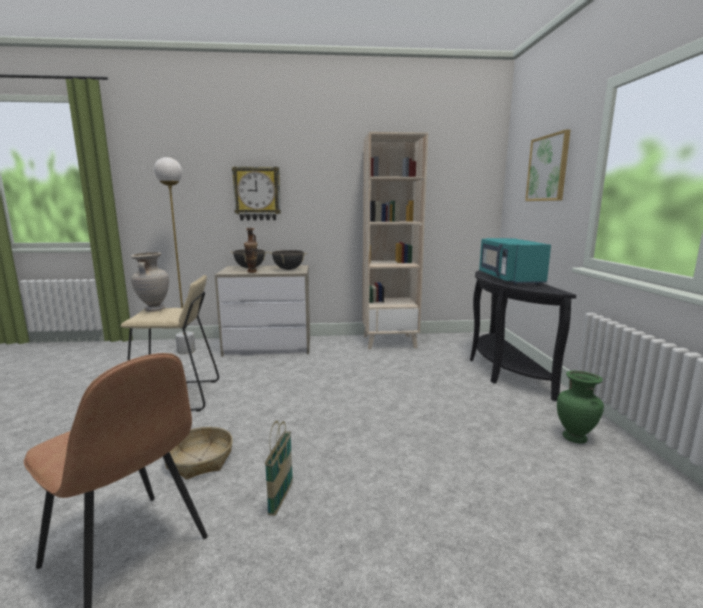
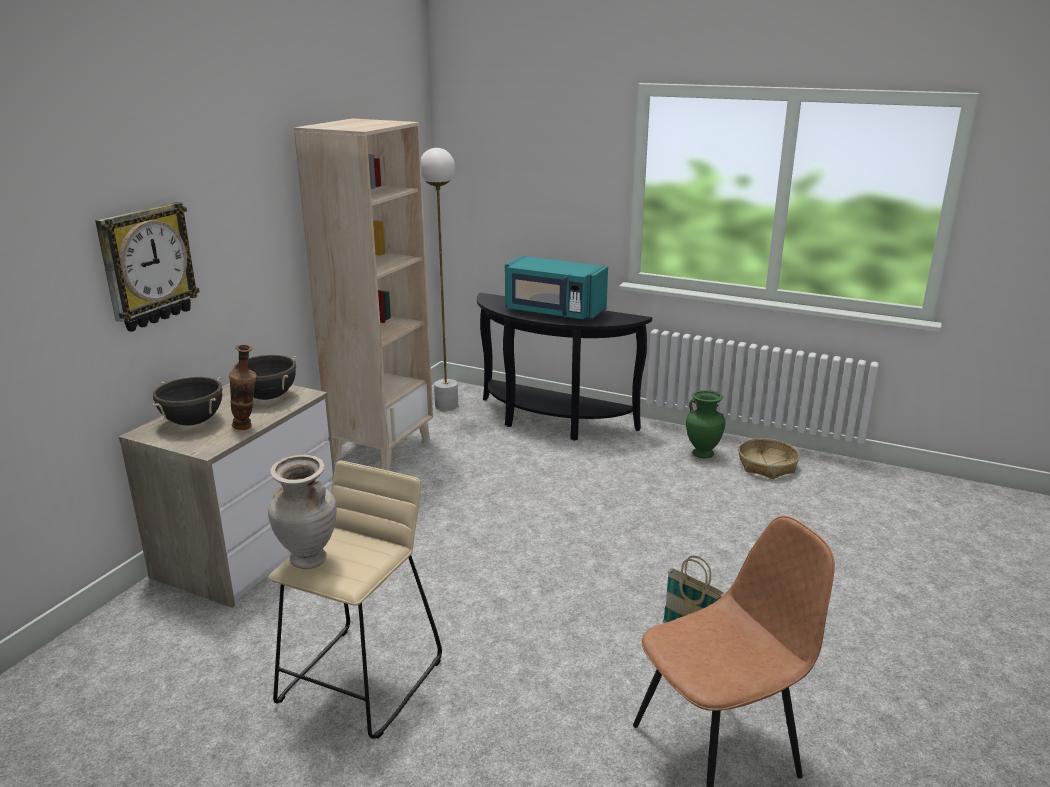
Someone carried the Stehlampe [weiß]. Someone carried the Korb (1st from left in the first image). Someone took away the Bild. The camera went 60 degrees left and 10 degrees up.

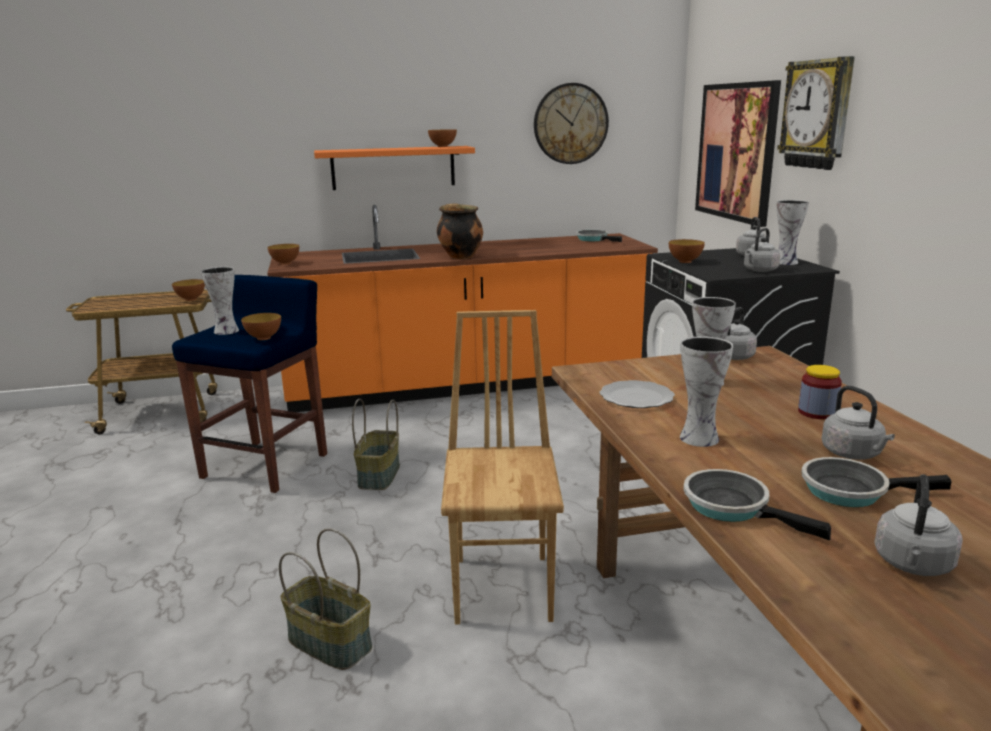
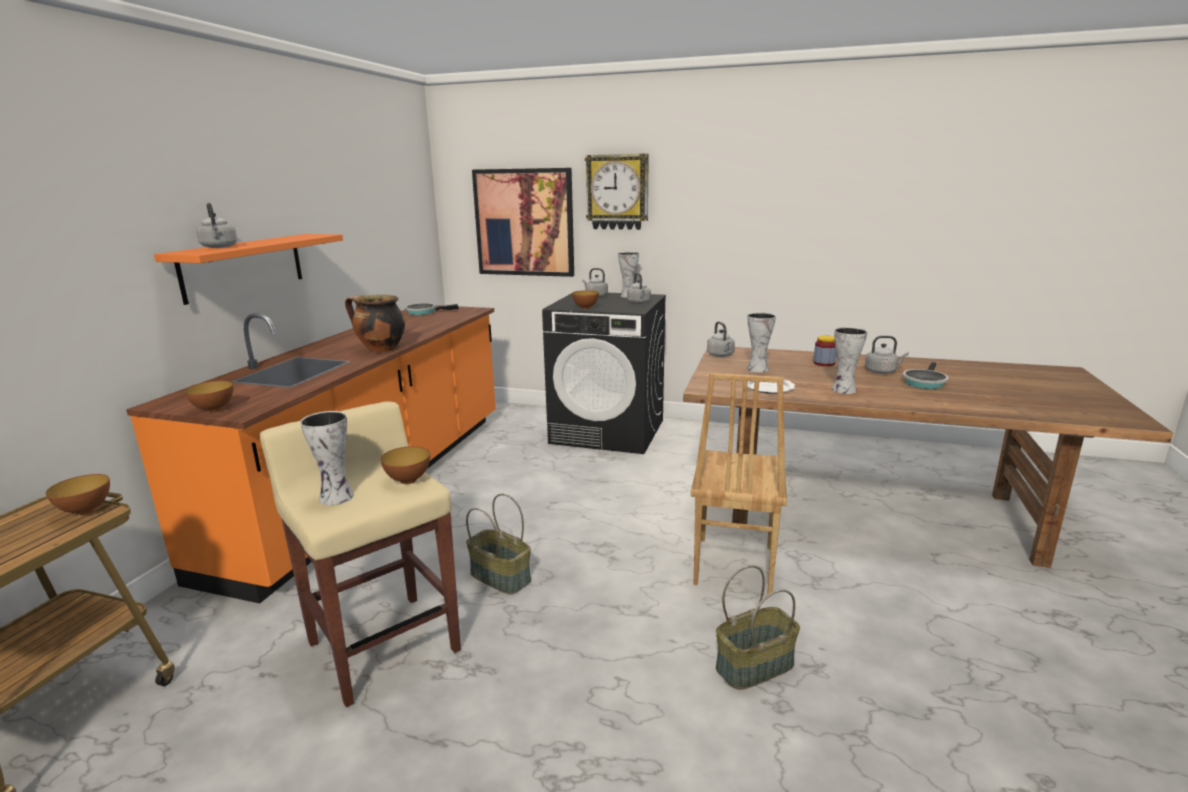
Someone repainted the Hocker [blau], which became the Hocker [beige]. Someone took away the Schüssel (4th from left). Someone rotated the Stuhl [braun] by 105 degrees counterclockwise. Someone took away the Wanduhr (1st from left). Someone took away the Pfanne (2nd from left). Someone carried the Wasserkessel [grau] (5th from left in the first image). The camera went 60 degrees left and 0 degrees up.

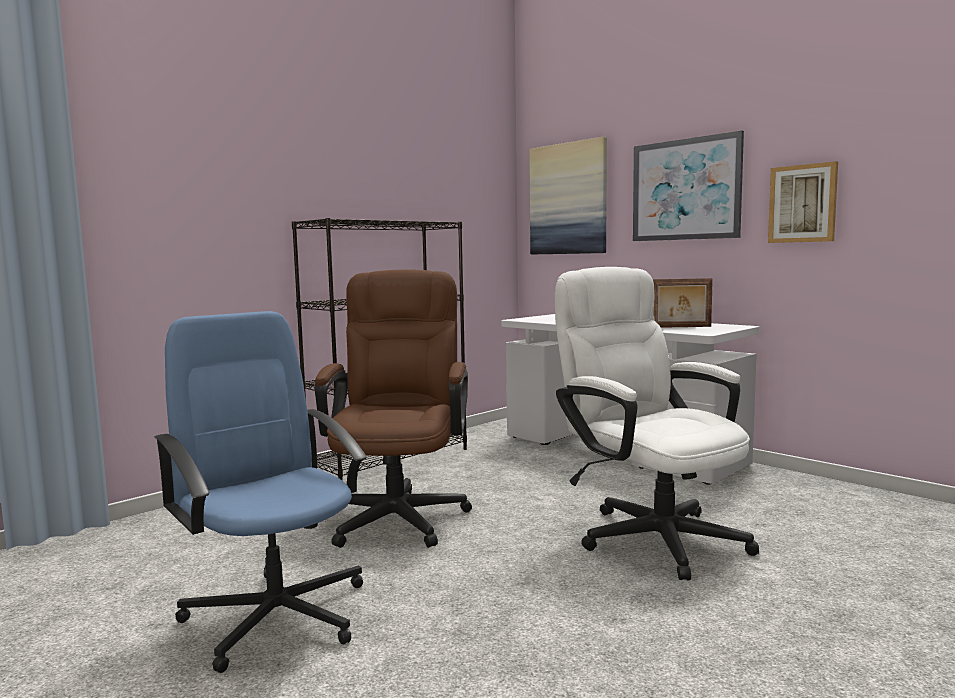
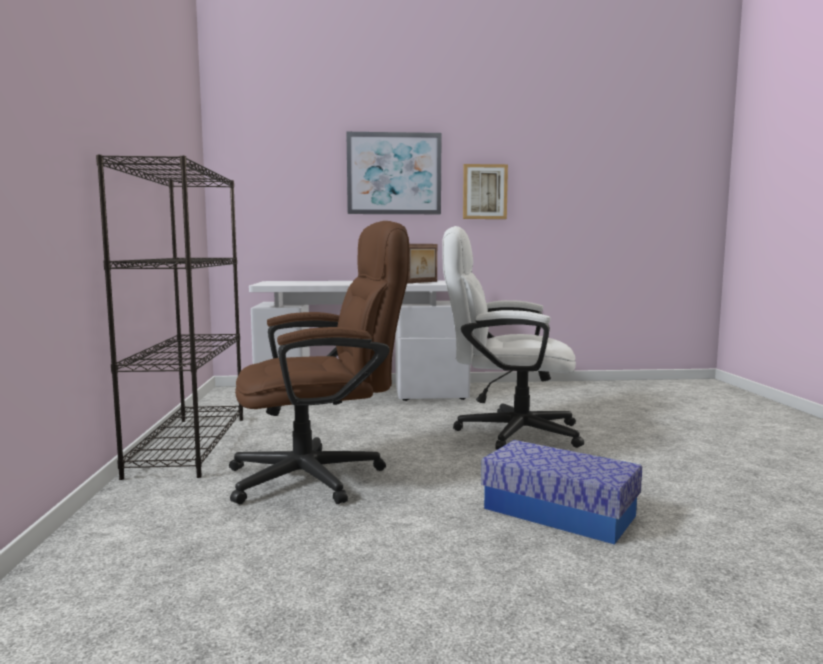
Someone took away the Bürostuhl [blau]. Someone rotated the Bürostuhl [braun] by 120 degrees clockwise. Someone took away the Bild (1st from left). Someone put down the Aufbewahrungsbox. The camera went 50 degrees left and 0 degrees up.

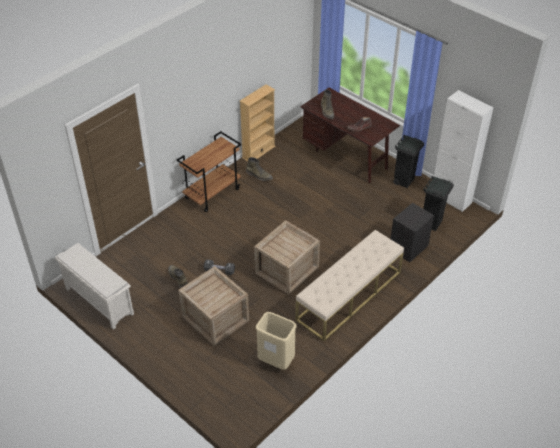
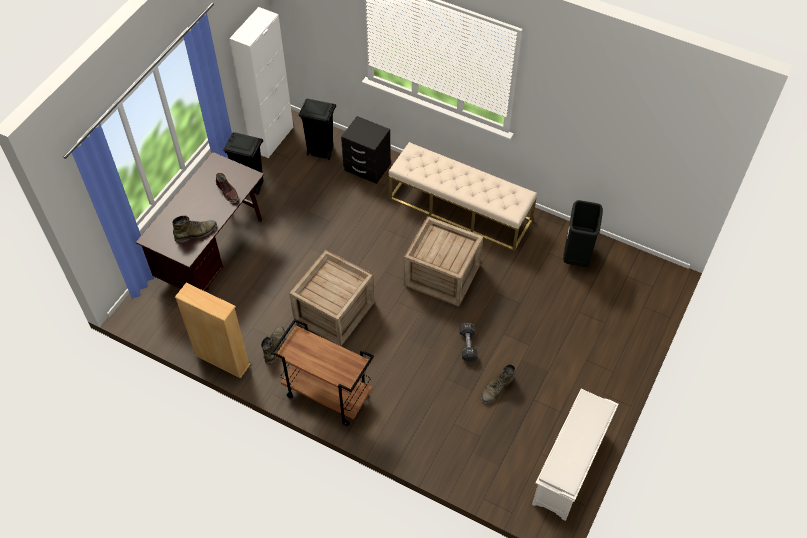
Someone carried the Kiste (1st from left). Someone repainted the Mülleimer [beige], which became the Mülleimer [schwarz] (3rd from left). The camera went 105 degrees left and 10 degrees up.

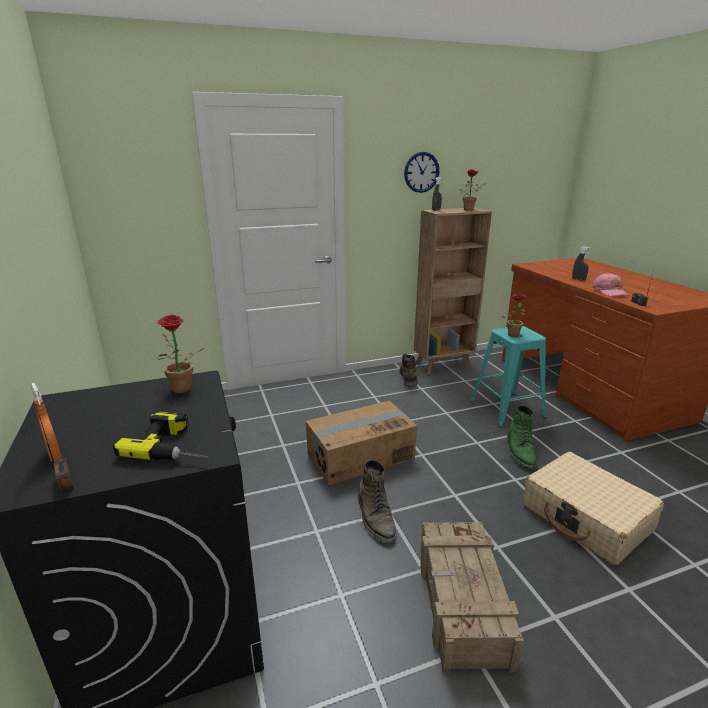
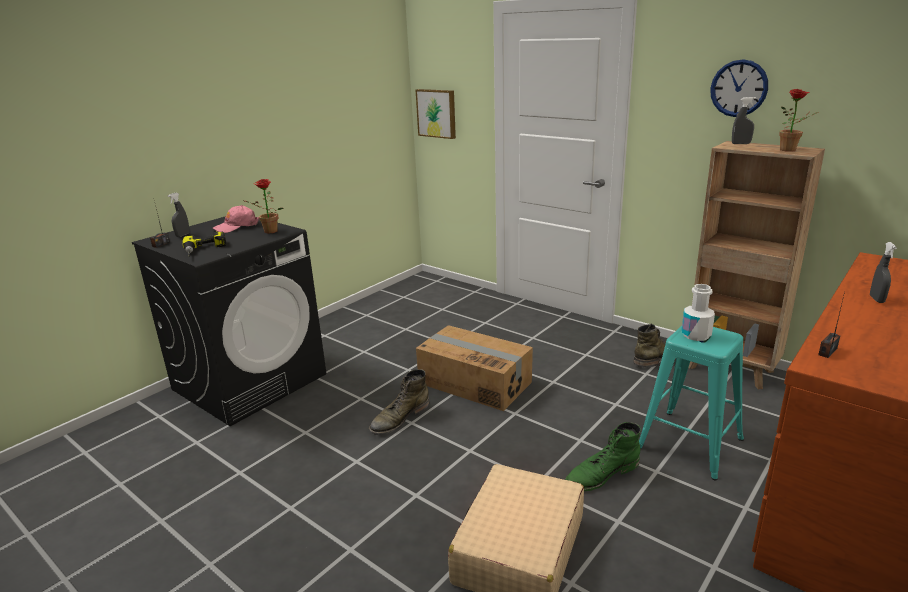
Someone repainted the Sprühflasche [orange], which became the Sprühflasche [grau] (1st from left). Someone took away the Kiste. Someone swapped the Topfpflanze (3rd from left) for the Flasche [weiß]. Someone carried the Kappe [rosa]. Someone put up the Bild. The camera went 60 degrees right and 0 degrees up.

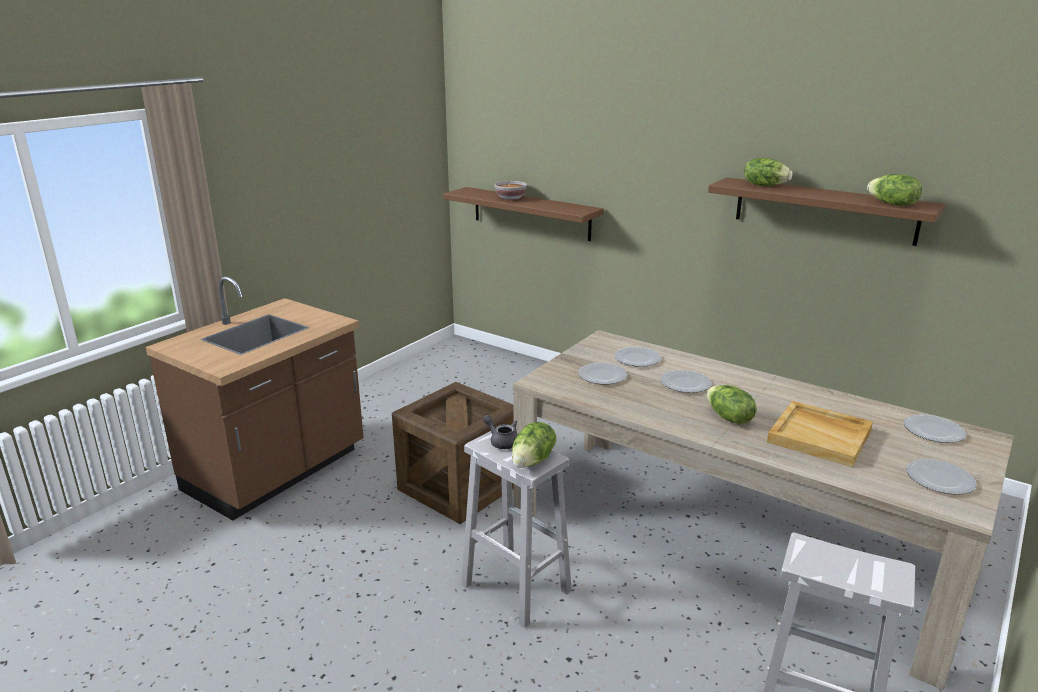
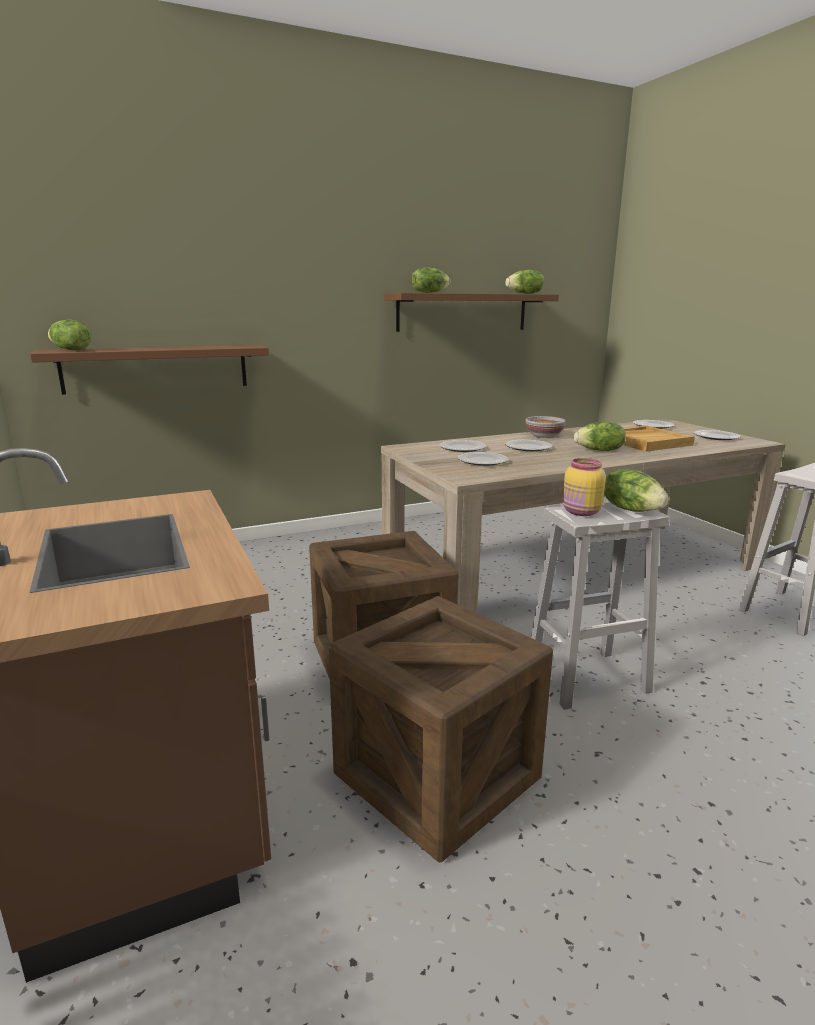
Someone swapped the Teekanne [grau] for the Vorratsglas [gelb]. Someone carried the Schüssel. Someone put down the Salatkopf (1st from left). Someone put down the Kiste (2nd from left). The camera went 60 degrees left and 5 degrees down.

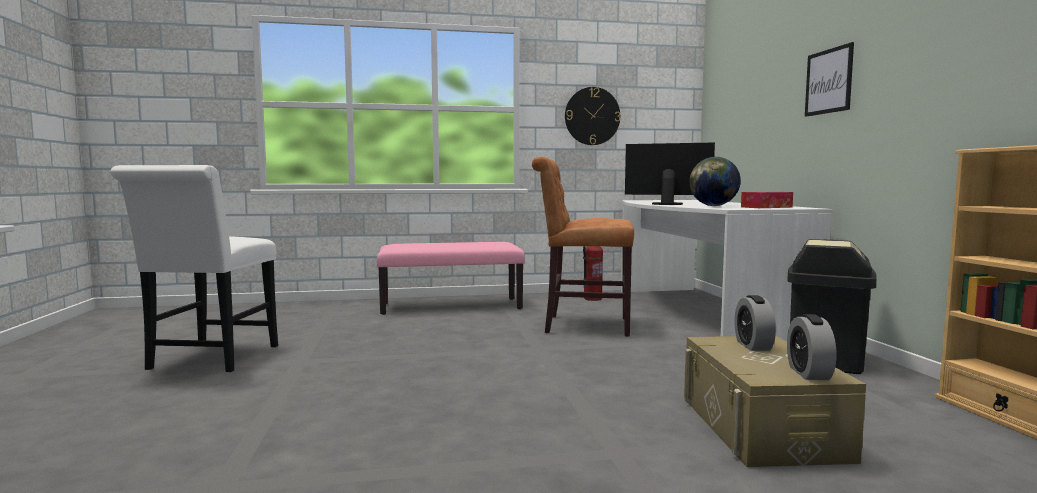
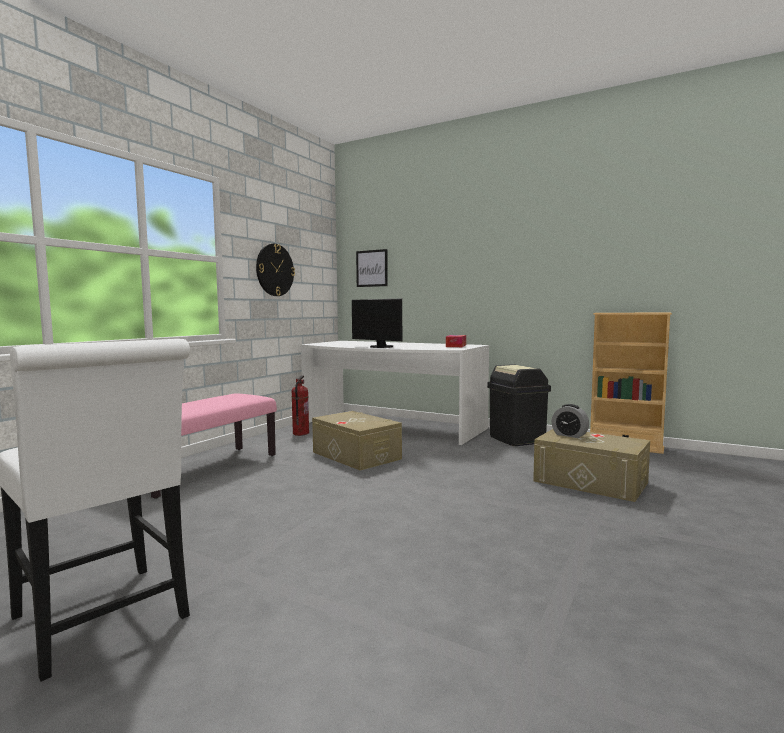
Someone swapped the Stuhl [braun] for the Aufbewahrungsbox [beige] (1st from left). Someone rotated the Monitor by 105 degrees counterclockwise. Someone took away the Globus. Someone took away the Wecker (2nd from left). Someone carried the Bild. The camera went 50 degrees left and 0 degrees up.

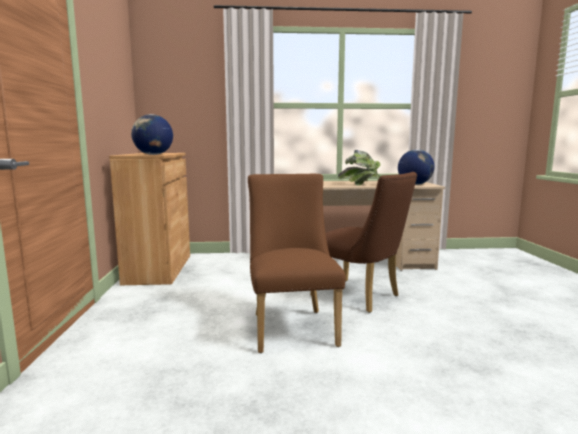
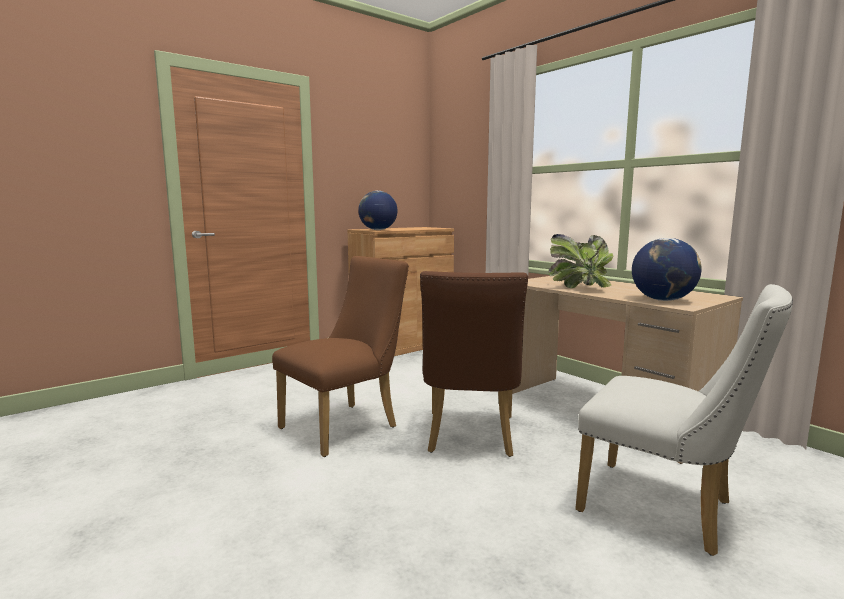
Someone put down the Stuhl [weiß]. The camera went 55 degrees right and 0 degrees up.

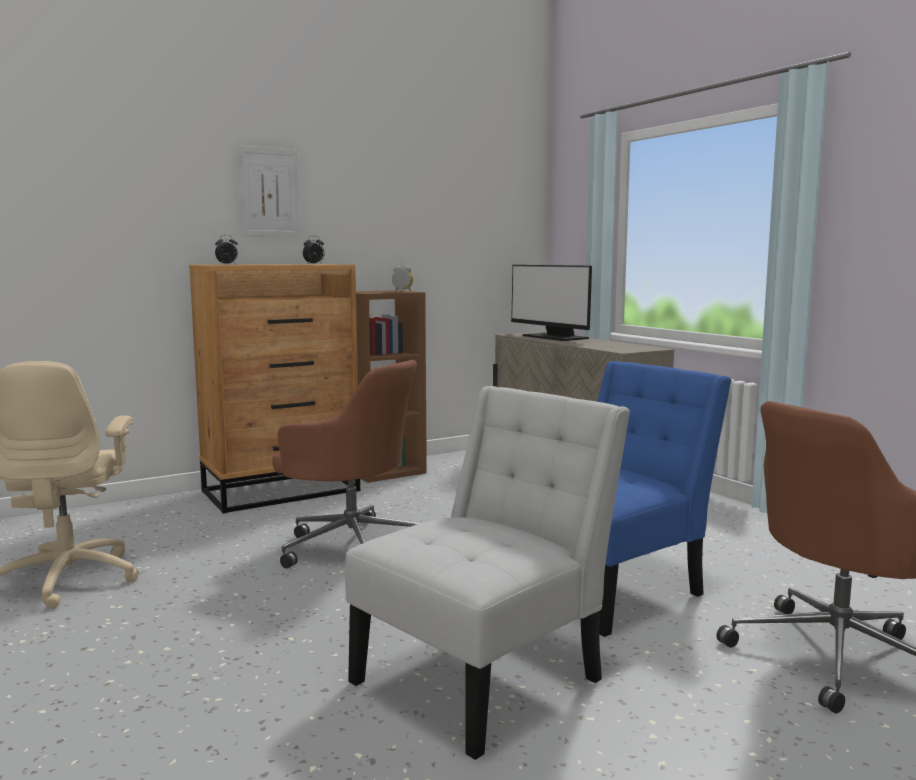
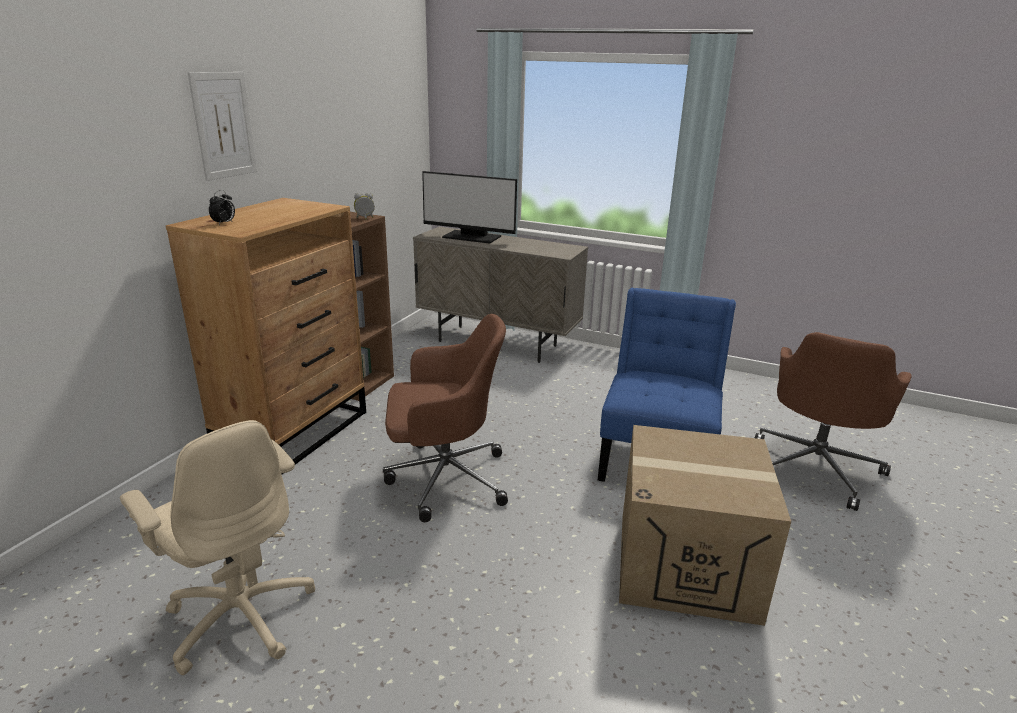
Someone took away the Wecker (2nd from left). Someone swapped the Stuhl [weiß] for the Karton. The camera went 35 degrees left and 15 degrees up.

